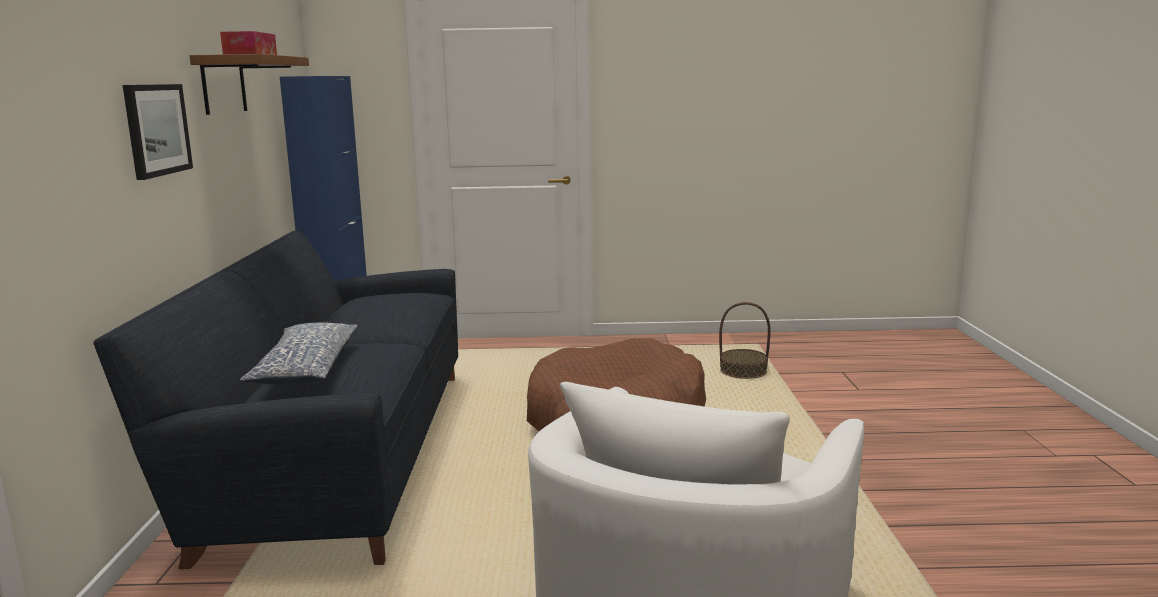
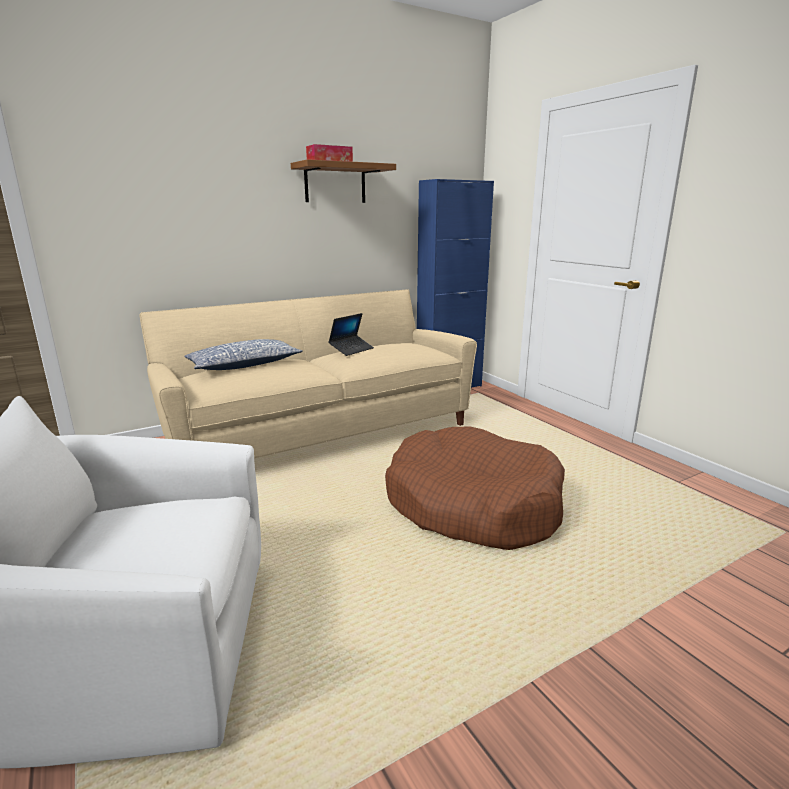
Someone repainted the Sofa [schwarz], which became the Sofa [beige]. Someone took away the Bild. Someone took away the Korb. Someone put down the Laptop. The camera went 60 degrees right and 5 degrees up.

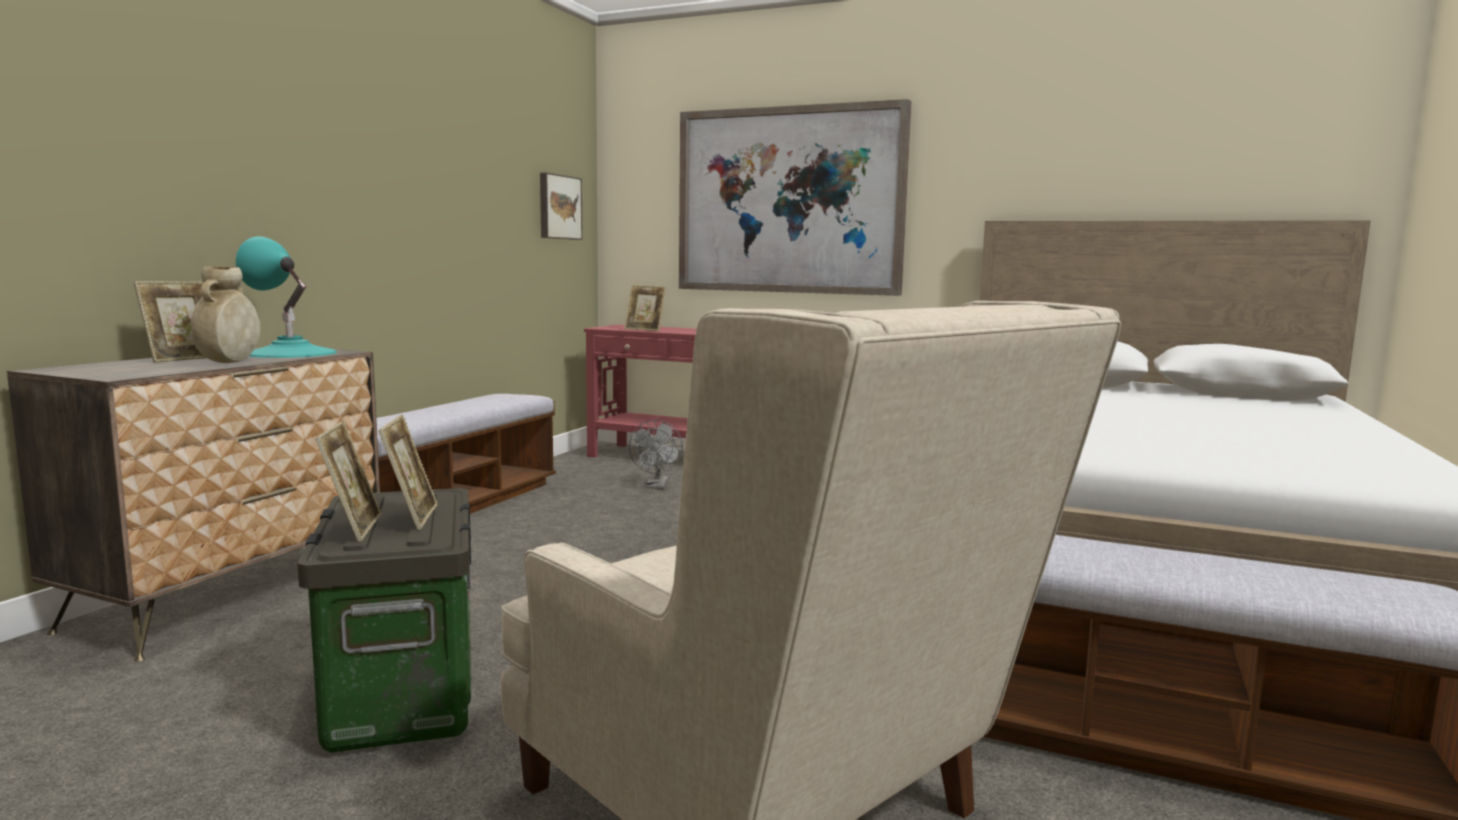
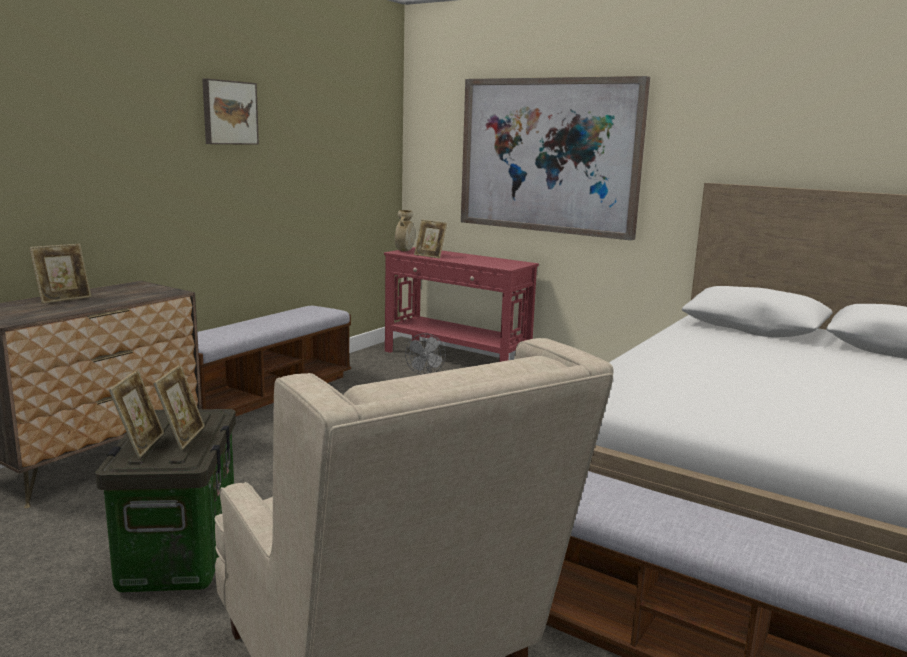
Someone carried the Vase [beige]. Someone took away the Tischlampe [türkis]. Someone carried the Bild (1st from left). The camera went 10 degrees right and 5 degrees up.

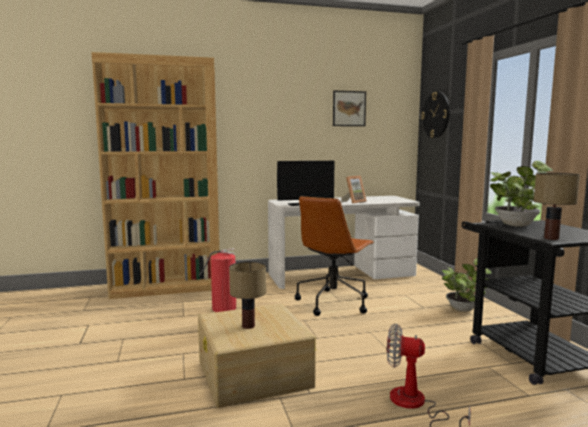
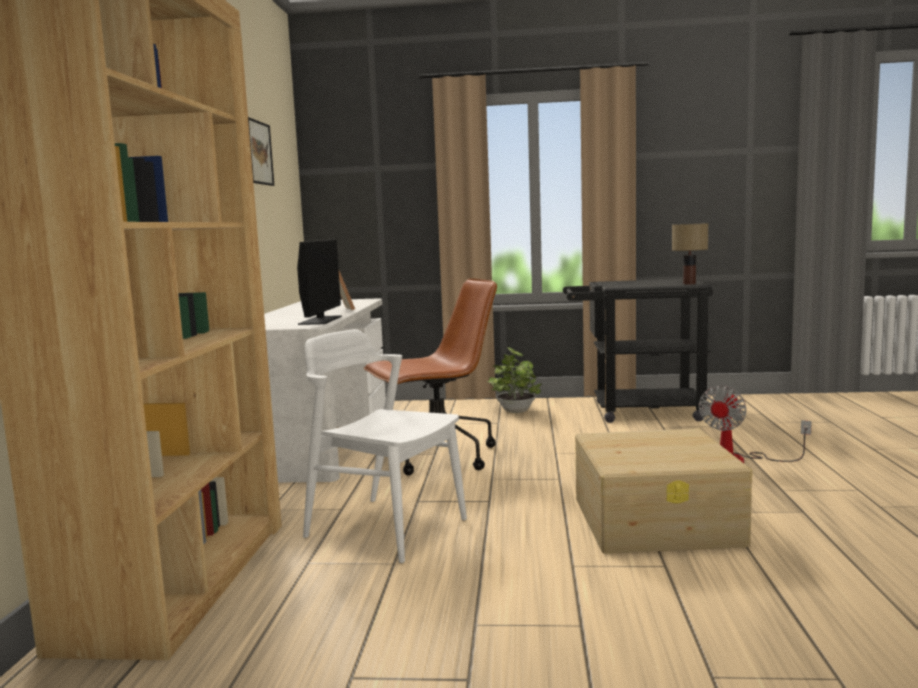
Someone swapped the Feuerlöscher for the Stuhl [weiß]. Someone took away the Tischlampe (1st from left). Someone rotated the Bürostuhl [braun] by 75 degrees counterclockwise. Someone took away the Wanduhr. Someone took away the Topfpflanze (2nd from left). The camera went 70 degrees left and 0 degrees up.

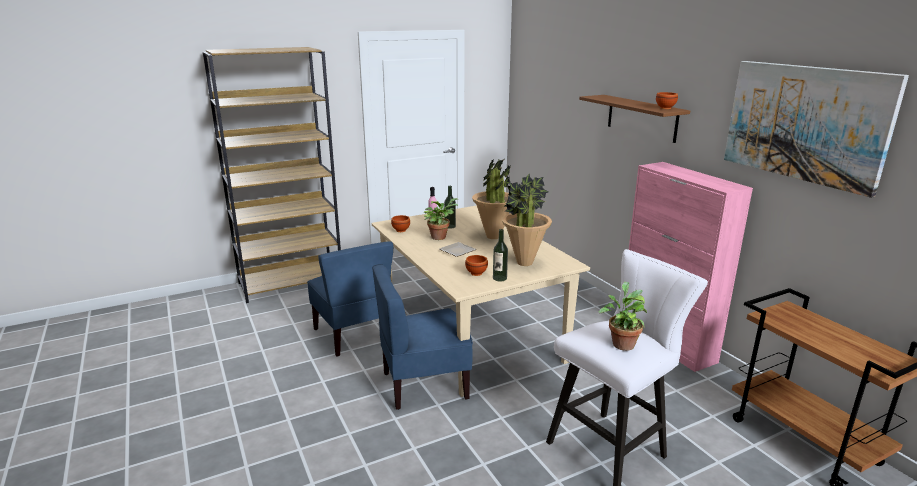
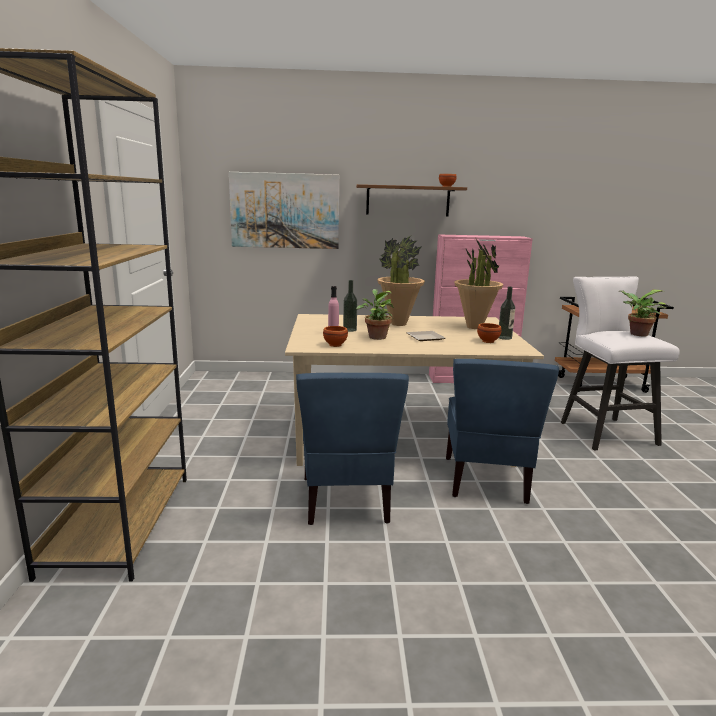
Someone rotated the Stuhl [blau] (1st from left) by 90 degrees clockwise. Someone carried the Bild. The camera went 65 degrees left and 5 degrees down.

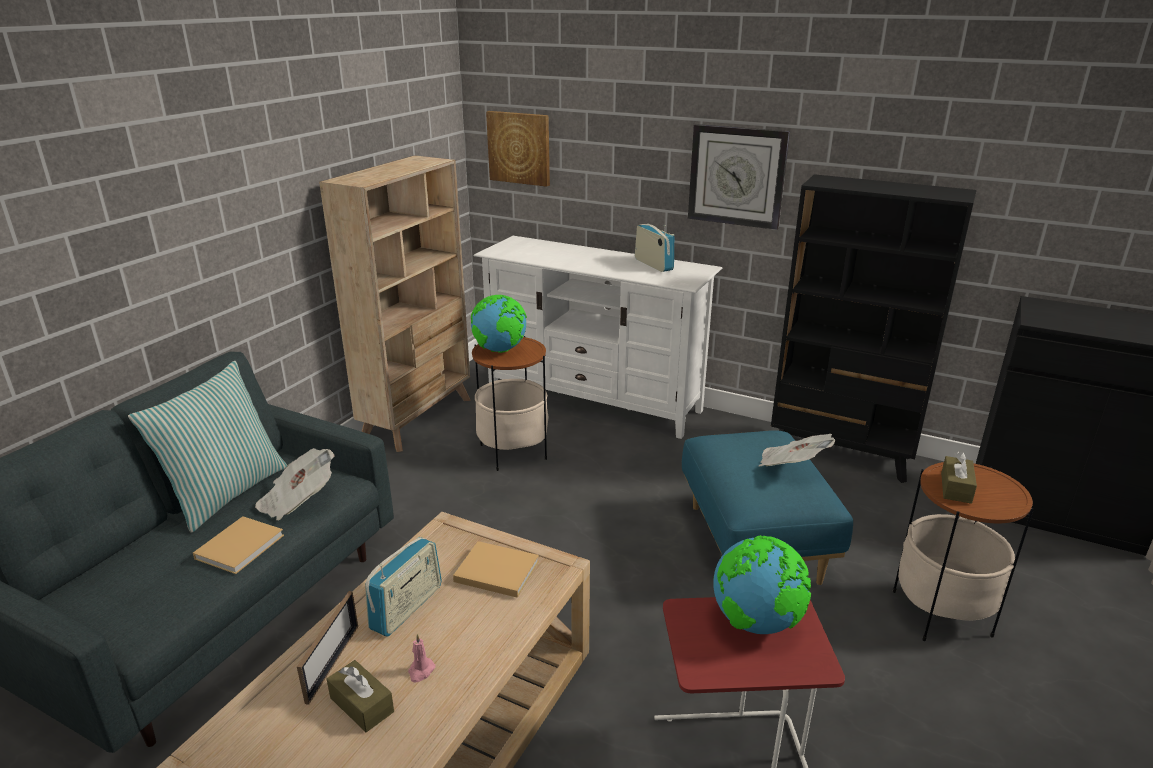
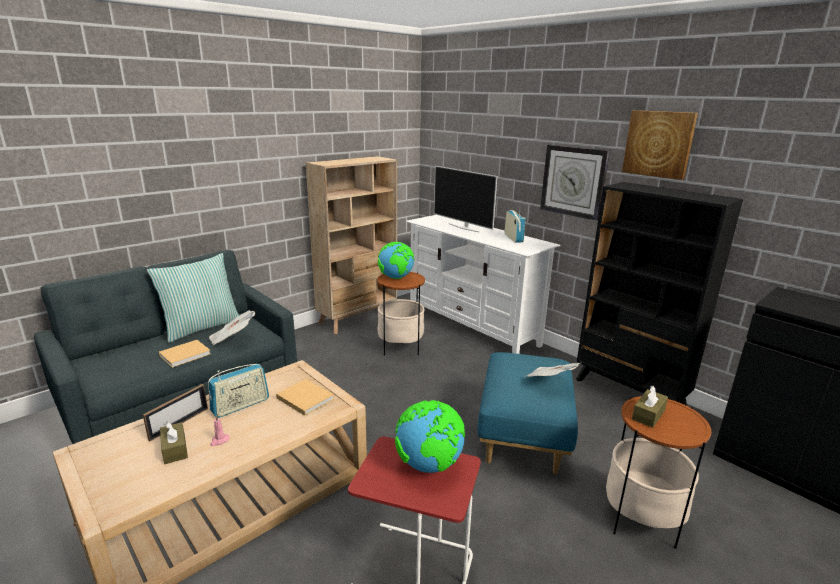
Someone carried the Bild. Someone put down the Fernseher. The camera went 20 degrees right and 5 degrees down.

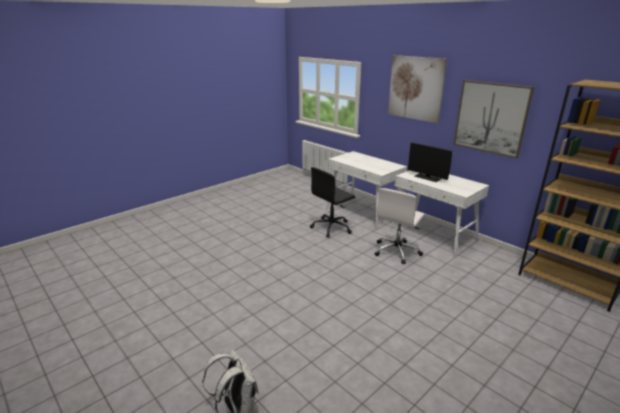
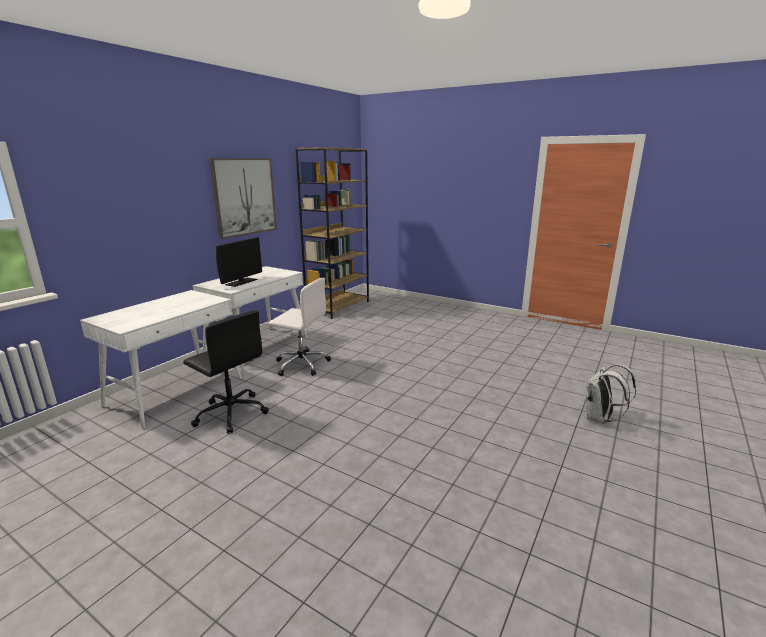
Someone took away the Bild (1st from left). The camera went 105 degrees left and 5 degrees down.

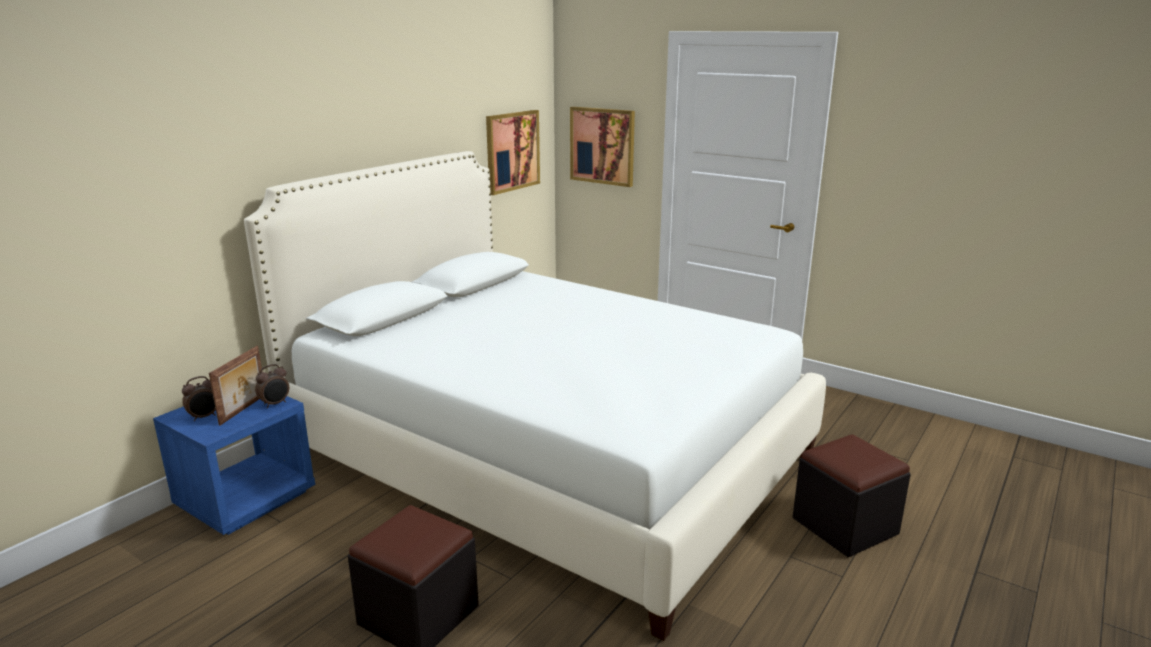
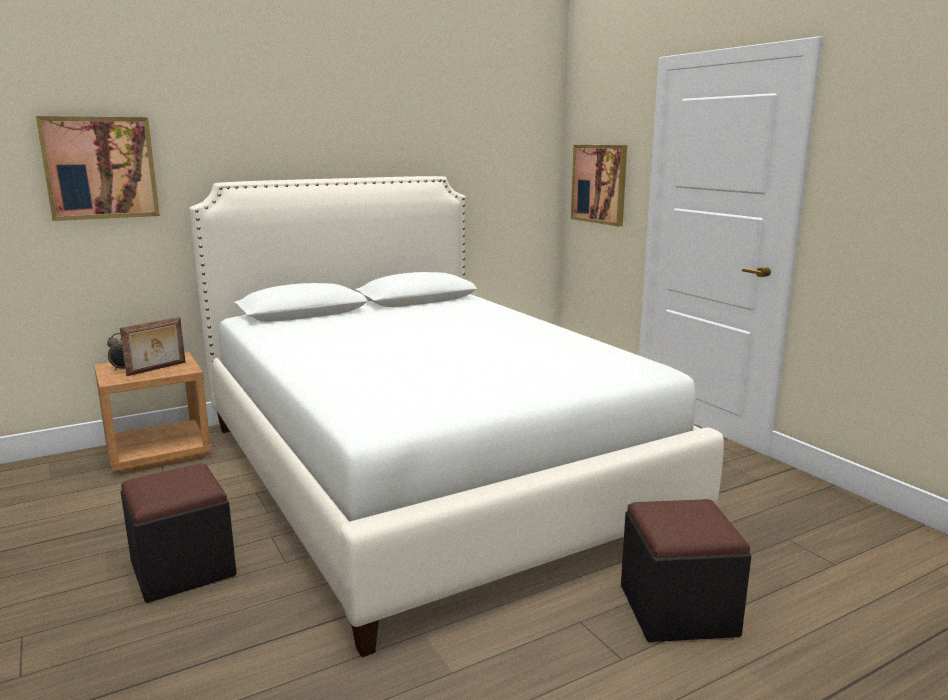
Someone repainted the Nachttisch [blau], which became the Nachttisch [braun]. Someone took away the Wecker (2nd from left). Someone carried the Bild (1st from left). The camera went 25 degrees right and 5 degrees down.

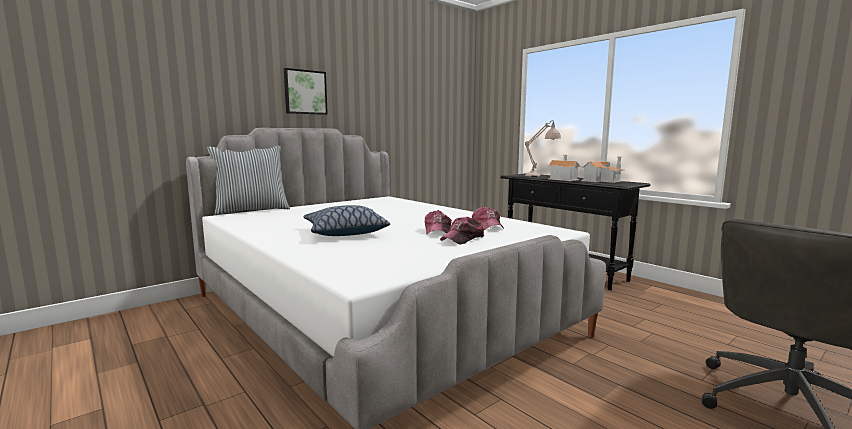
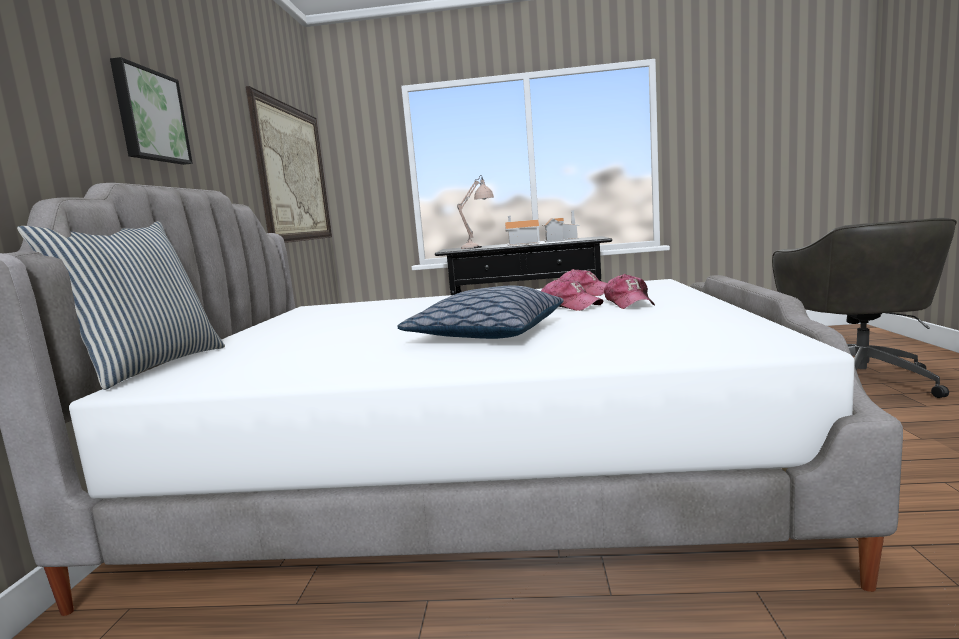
Someone put up the Bild (2nd from left). The camera went 45 degrees left and 0 degrees up.

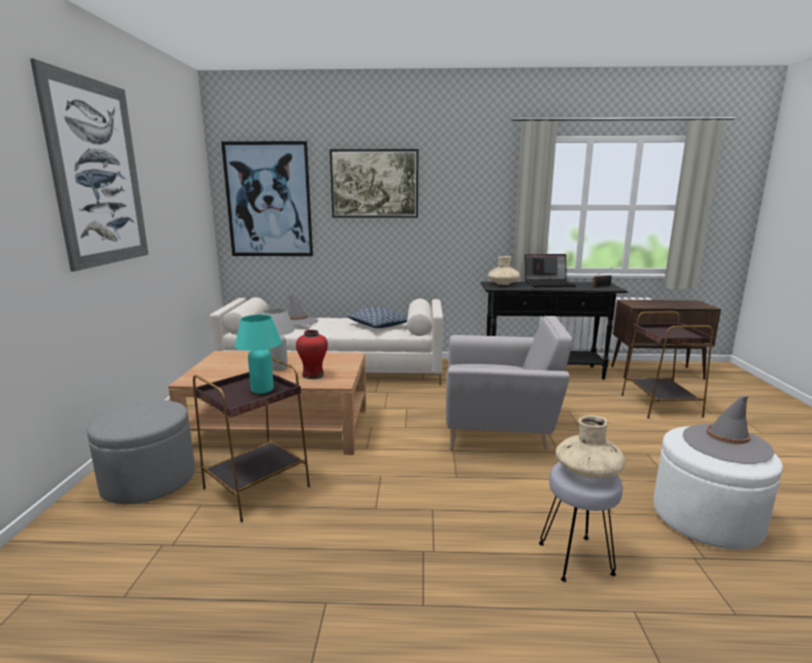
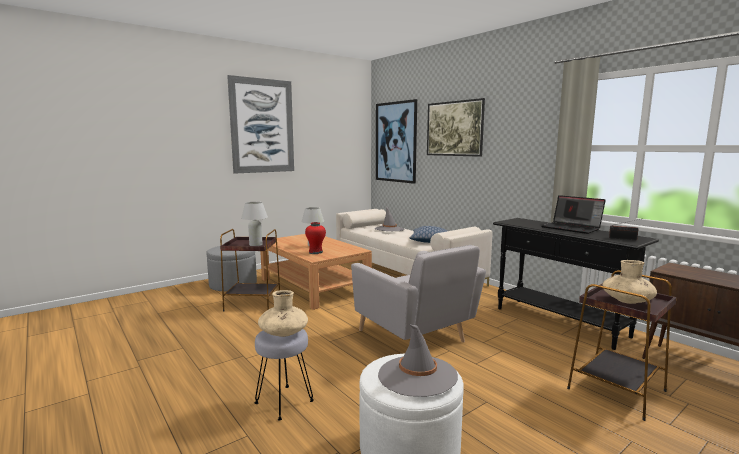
Someone repainted the Tischlampe [türkis], which became the Tischlampe [weiß] (1st from left). Someone carried the Vase [beige] (1st from left in the first image). The camera went 50 degrees right and 5 degrees down.

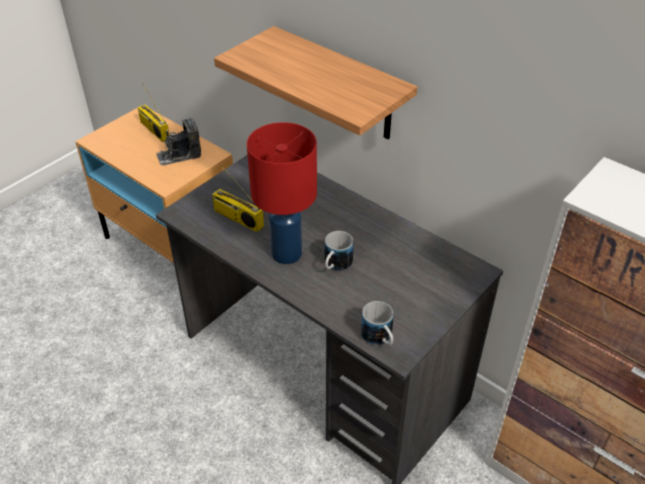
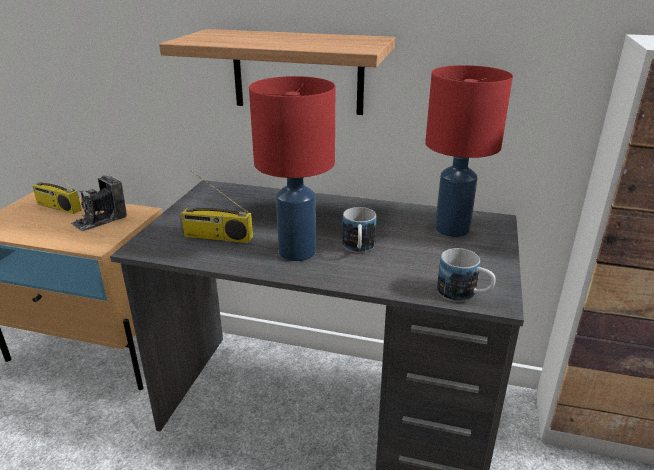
Someone put down the Tischlampe [rot] (2nd from left). The camera went 25 degrees left and 15 degrees down.

